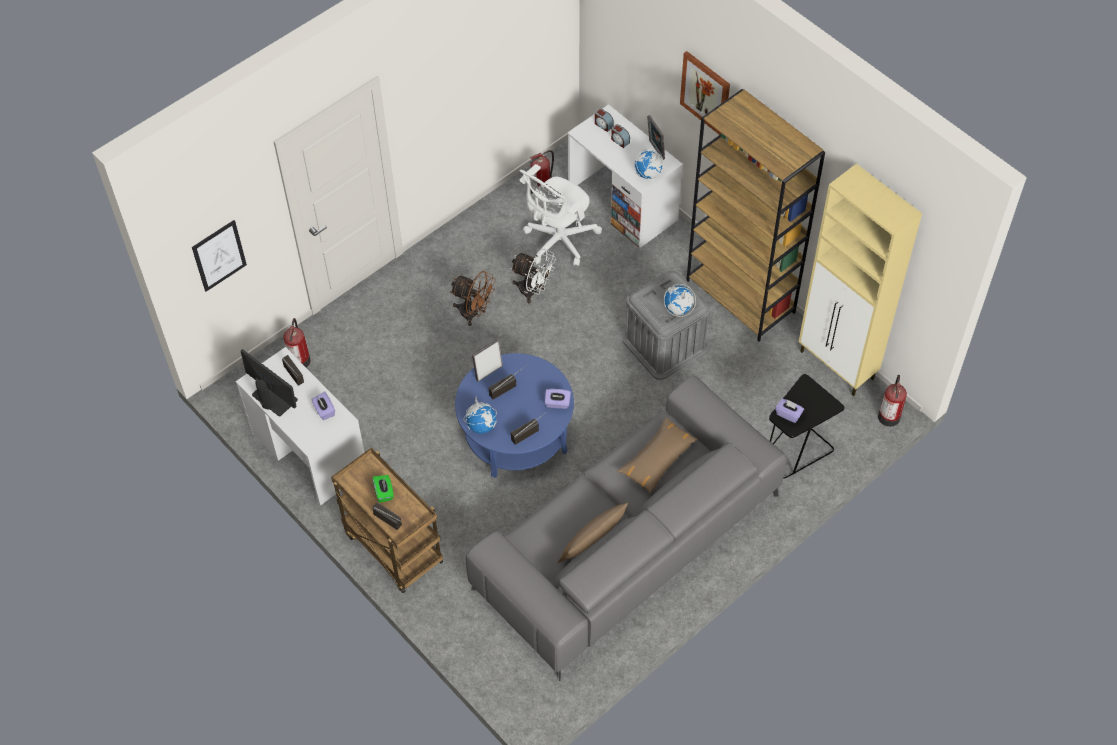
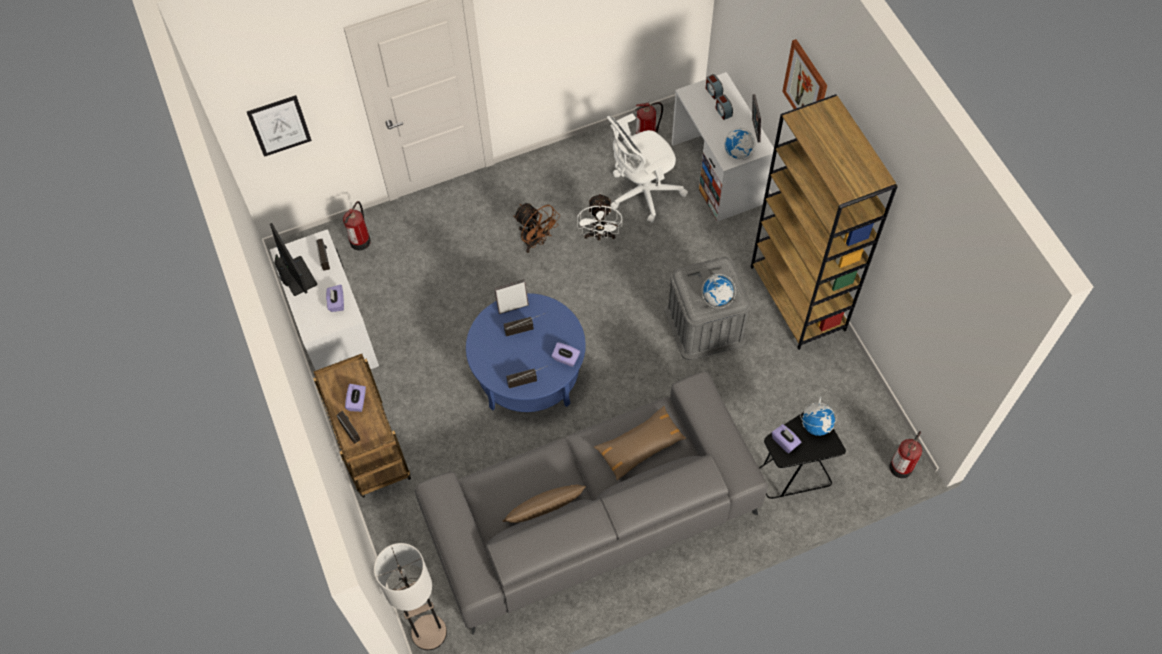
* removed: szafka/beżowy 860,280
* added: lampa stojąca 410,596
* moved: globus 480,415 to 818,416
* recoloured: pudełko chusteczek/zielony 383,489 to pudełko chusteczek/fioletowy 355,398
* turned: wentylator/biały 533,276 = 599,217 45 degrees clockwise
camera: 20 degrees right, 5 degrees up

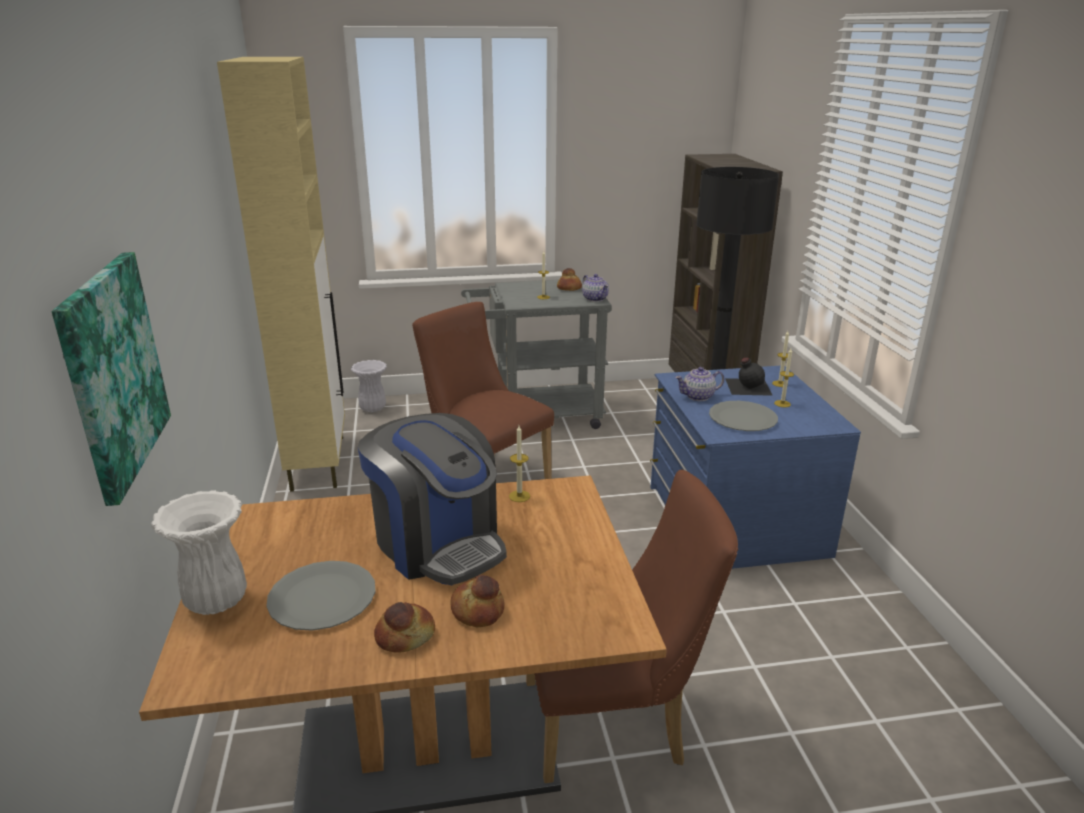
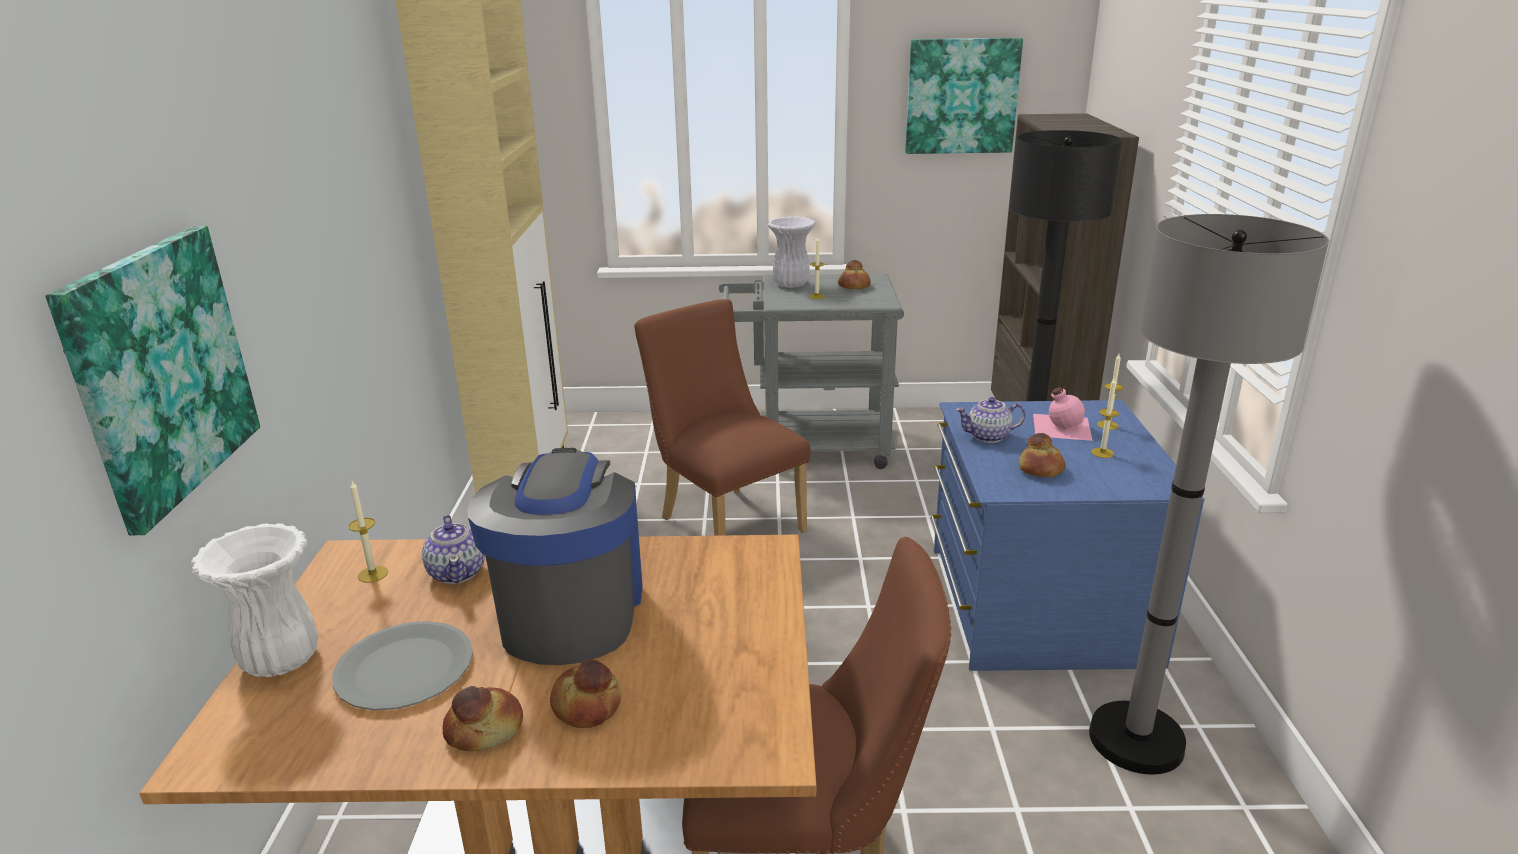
* added: obraz 964,96
* added: lampa stojąca/szary 1209,494
* moved: wazon/biały 369,386 to 791,252
* moved: świeca 519,464 to 368,532
* moved: imbryk 595,288 to 453,549
* replaced: talerz/szary 743,416 to chleb 1042,455
* recoloured: butelka/czarny 749,376 to butelka/różowy 1063,414
* turned: ekspres do kawy 432,499 = 555,556 150 degrees counterclockwise
camera: 10 degrees right, 0 degrees up

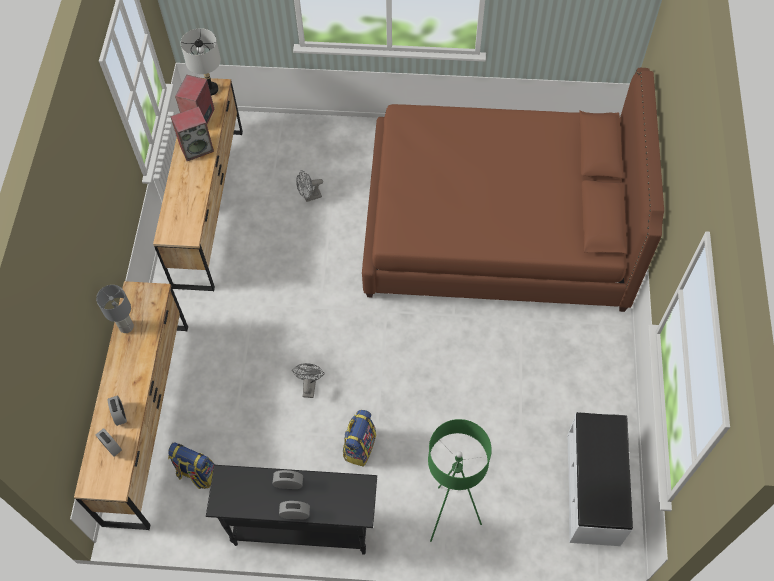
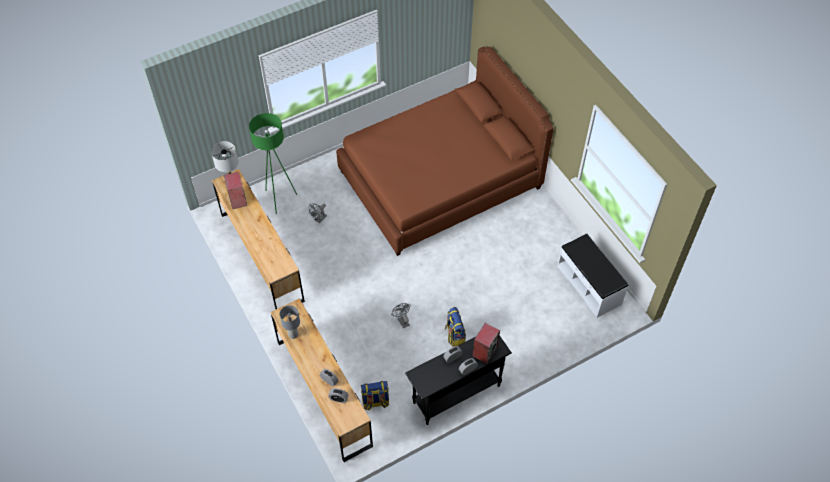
* moved: głośnik 192,133 to 486,343
* moved: lampa stojąca/zielony 460,480 to 273,163
camera: 35 degrees left, 5 degrees down

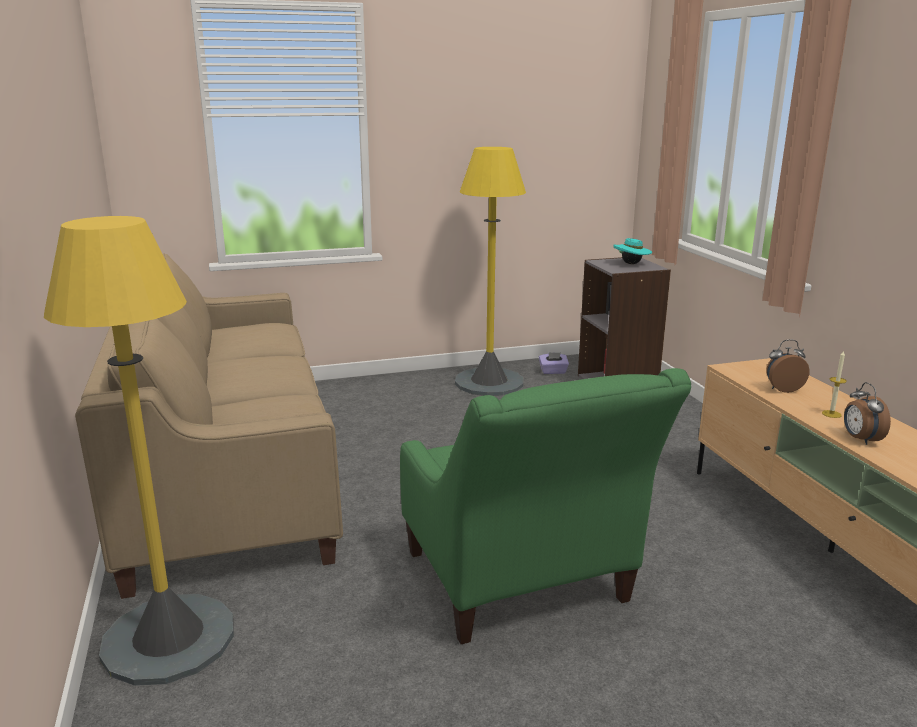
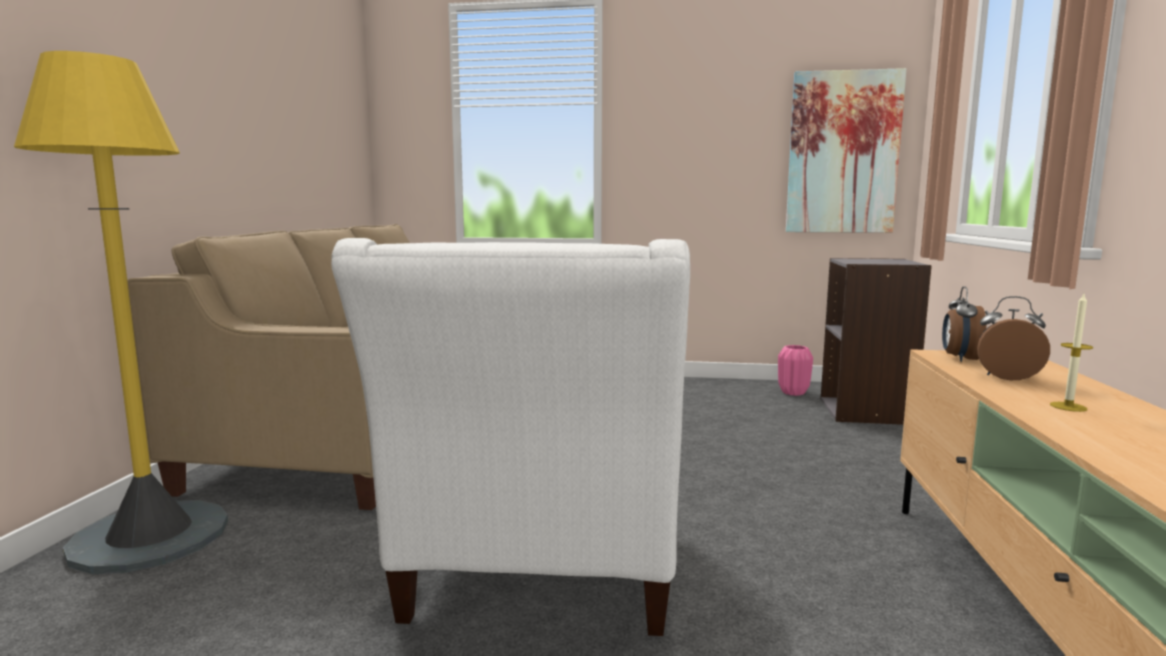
* removed: lampa stojąca/żółty 490,271
* removed: kapelusz/turkusowy 632,251
* added: obraz 846,150
* moved: budzik 867,413 to 964,324
* replaced: pudełko chusteczek/fioletowy 554,363 to wazon/różowy 795,370
* recoloured: fotel/zielony 545,506 to fotel/biały 510,437
camera: 25 degrees right, 10 degrees down

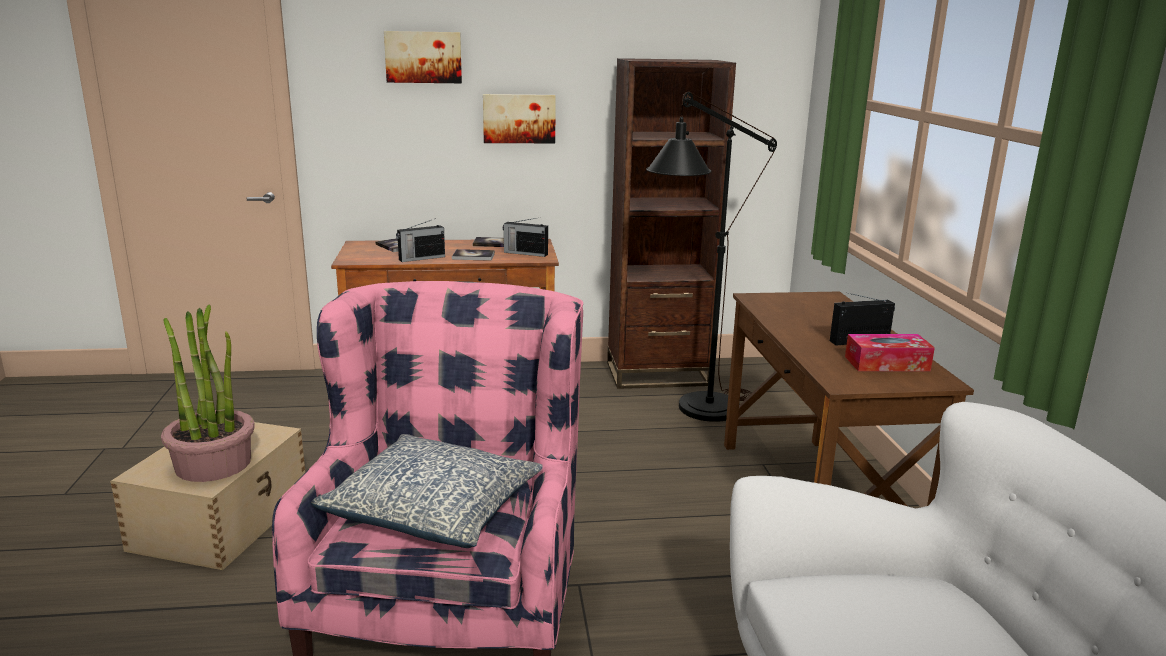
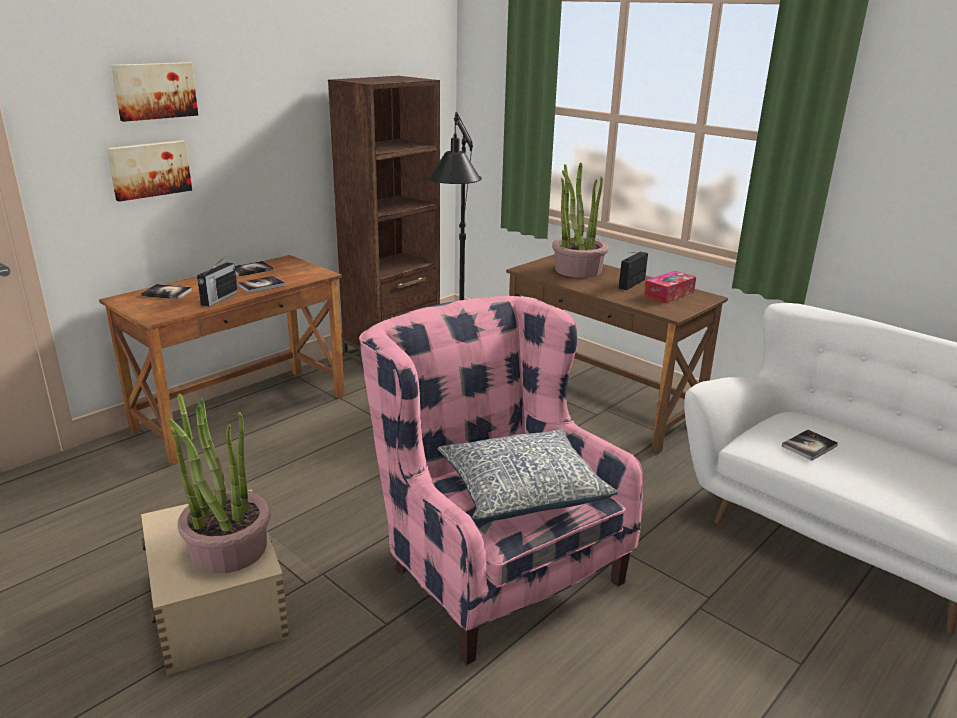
* removed: radio 525,237
* added: roślina doniczkowa 580,220
* added: książka 810,445
* moved: obraz 519,118 to 149,171
camera: 40 degrees left, 5 degrees up

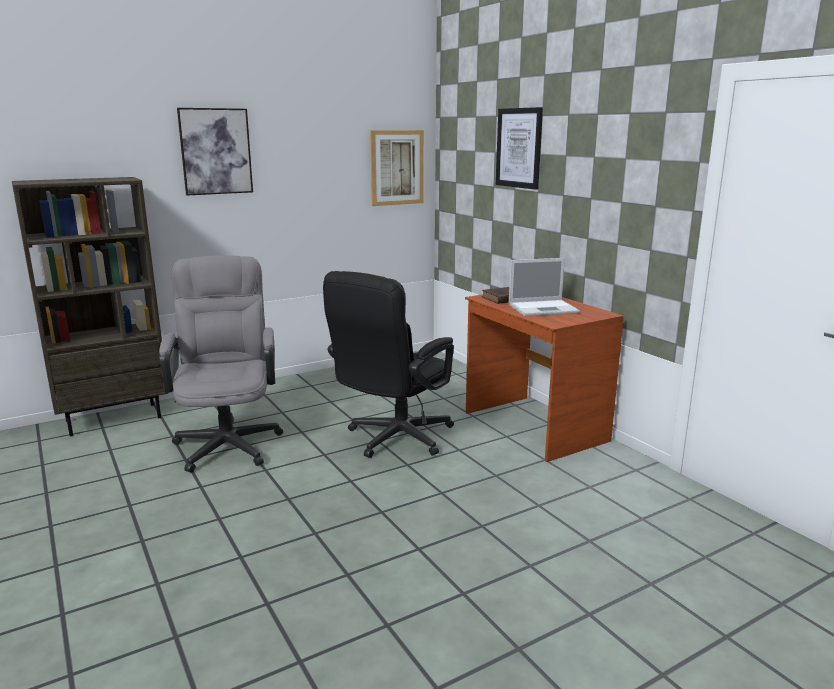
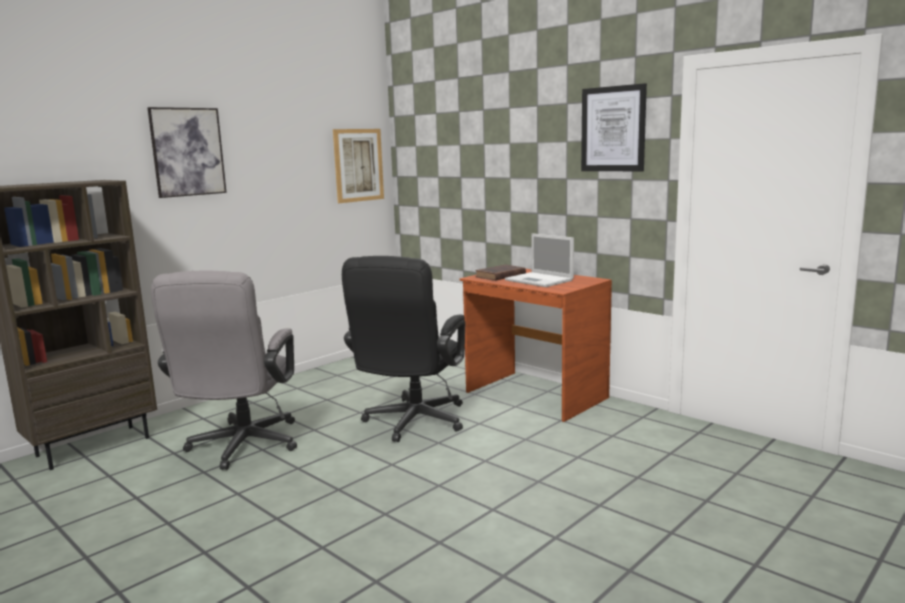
* moved: obraz 519,148 to 614,127
* turned: krzesło biurowe/szary 221,364 = 224,370 150 degrees counterclockwise
* turned: laptop 544,287 = 539,260 75 degrees clockwise
camera: 15 degrees left, 5 degrees down

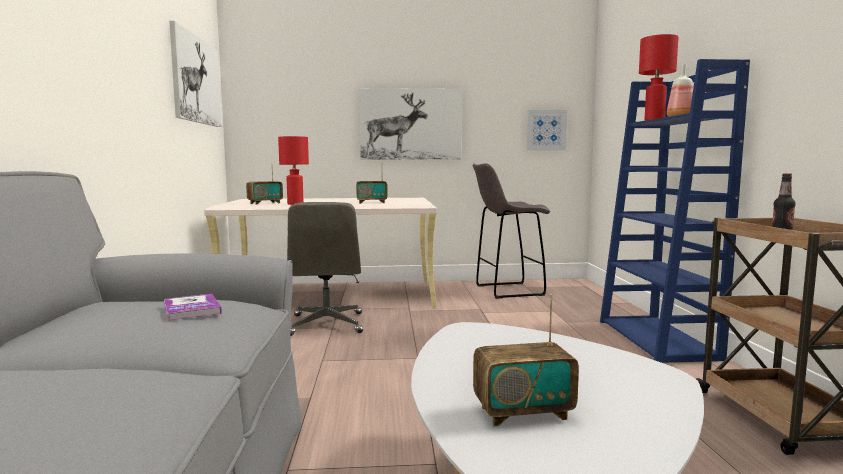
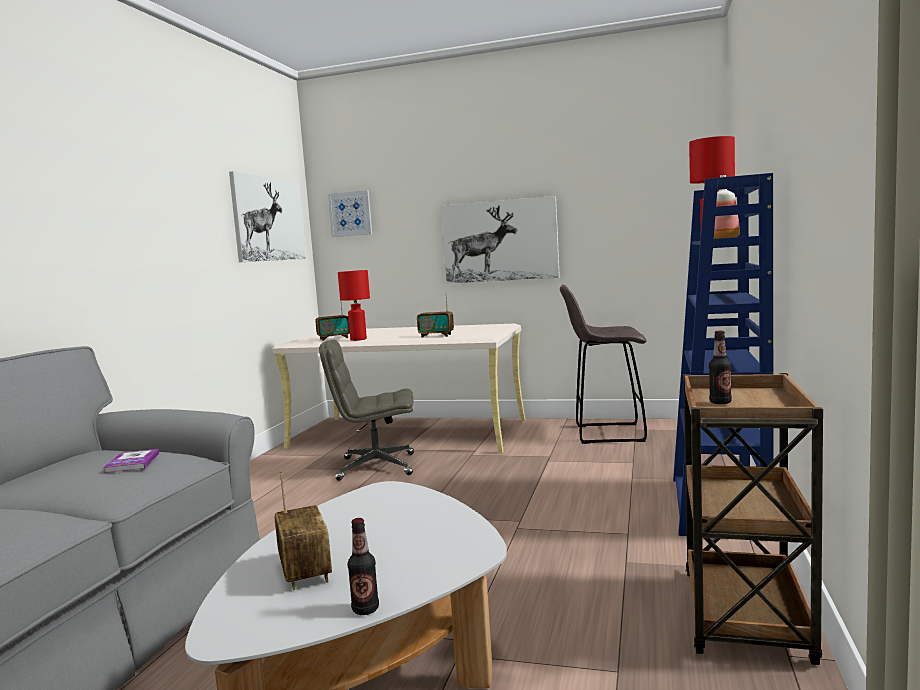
* added: butelka 363,566
* moved: obraz 547,130 to 350,213
* turned: krzesło biurowe/szary 325,269 = 366,410 75 degrees clockwise
* turned: radio 526,360 = 303,530 120 degrees counterclockwise
camera: 20 degrees right, 0 degrees up

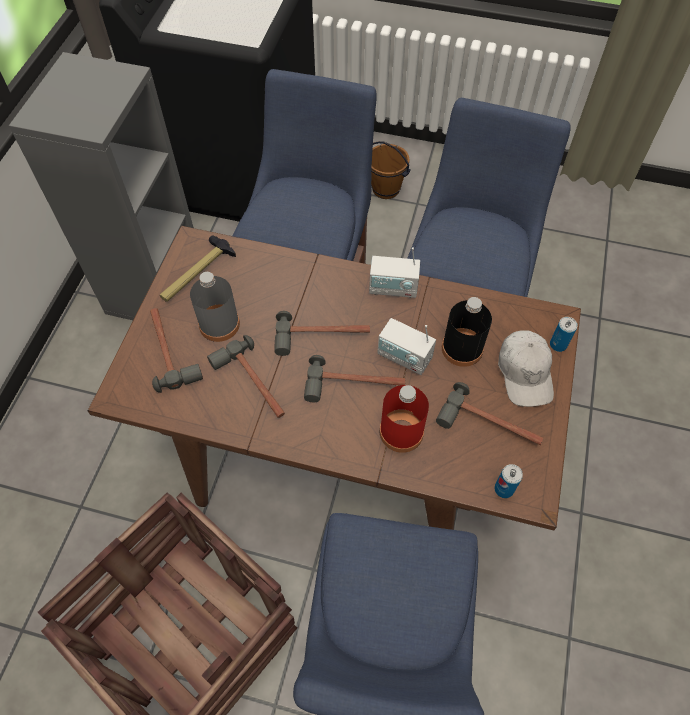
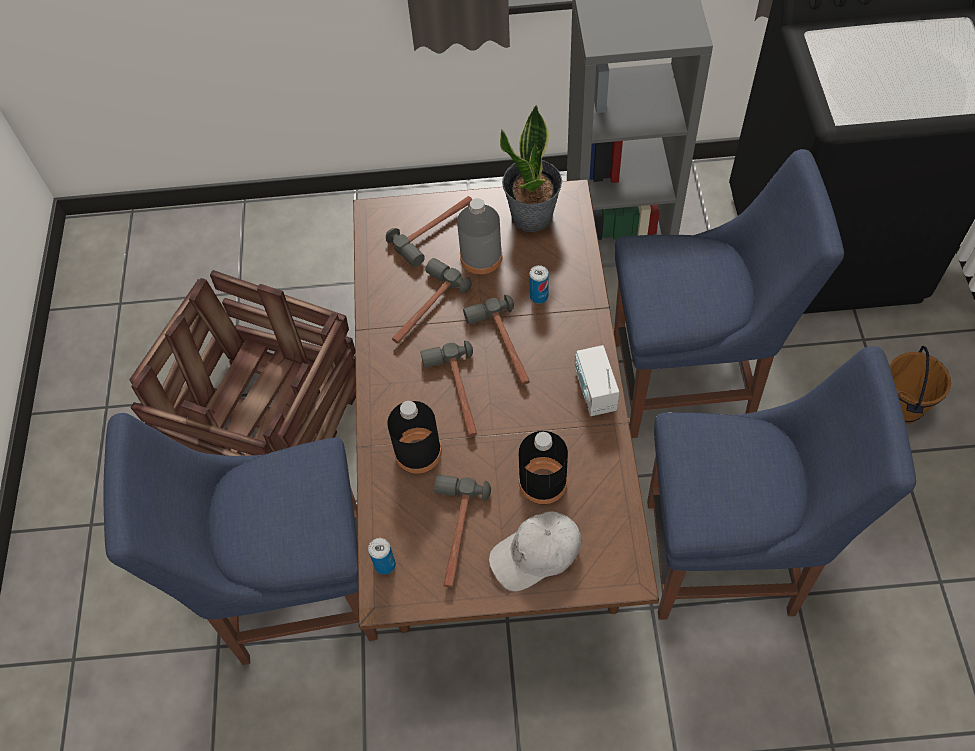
* removed: radio 406,346
* moved: puszka 563,334 to 539,284
* replaced: młotek 198,268 to roślina doniczkowa 531,168
* recoloured: butelka/czerwony 404,419 to butelka/czarny 414,437
camera: 75 degrees right, 0 degrees up

